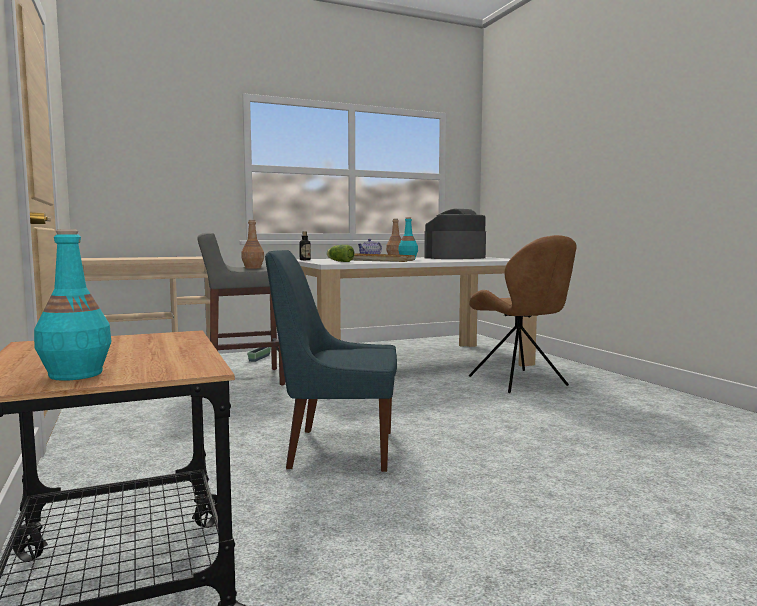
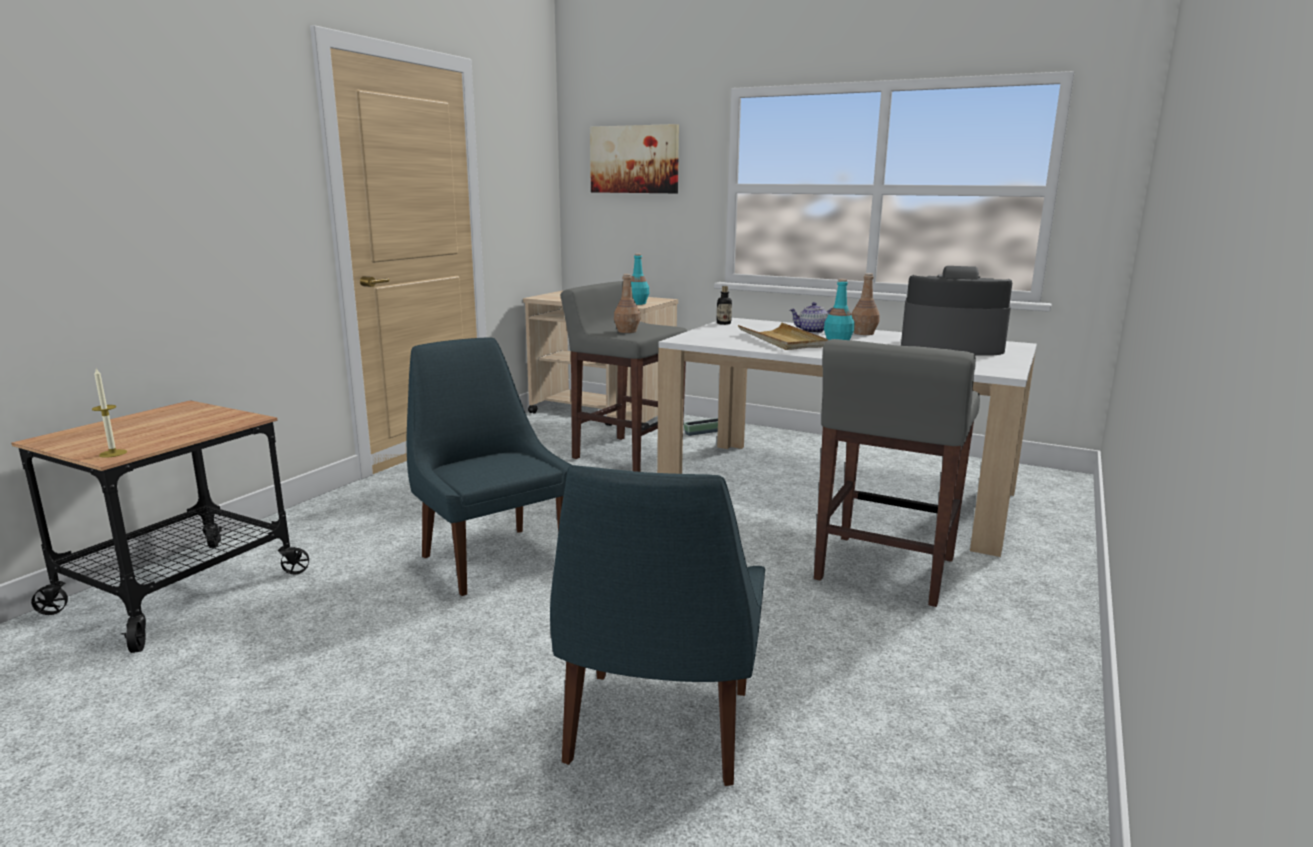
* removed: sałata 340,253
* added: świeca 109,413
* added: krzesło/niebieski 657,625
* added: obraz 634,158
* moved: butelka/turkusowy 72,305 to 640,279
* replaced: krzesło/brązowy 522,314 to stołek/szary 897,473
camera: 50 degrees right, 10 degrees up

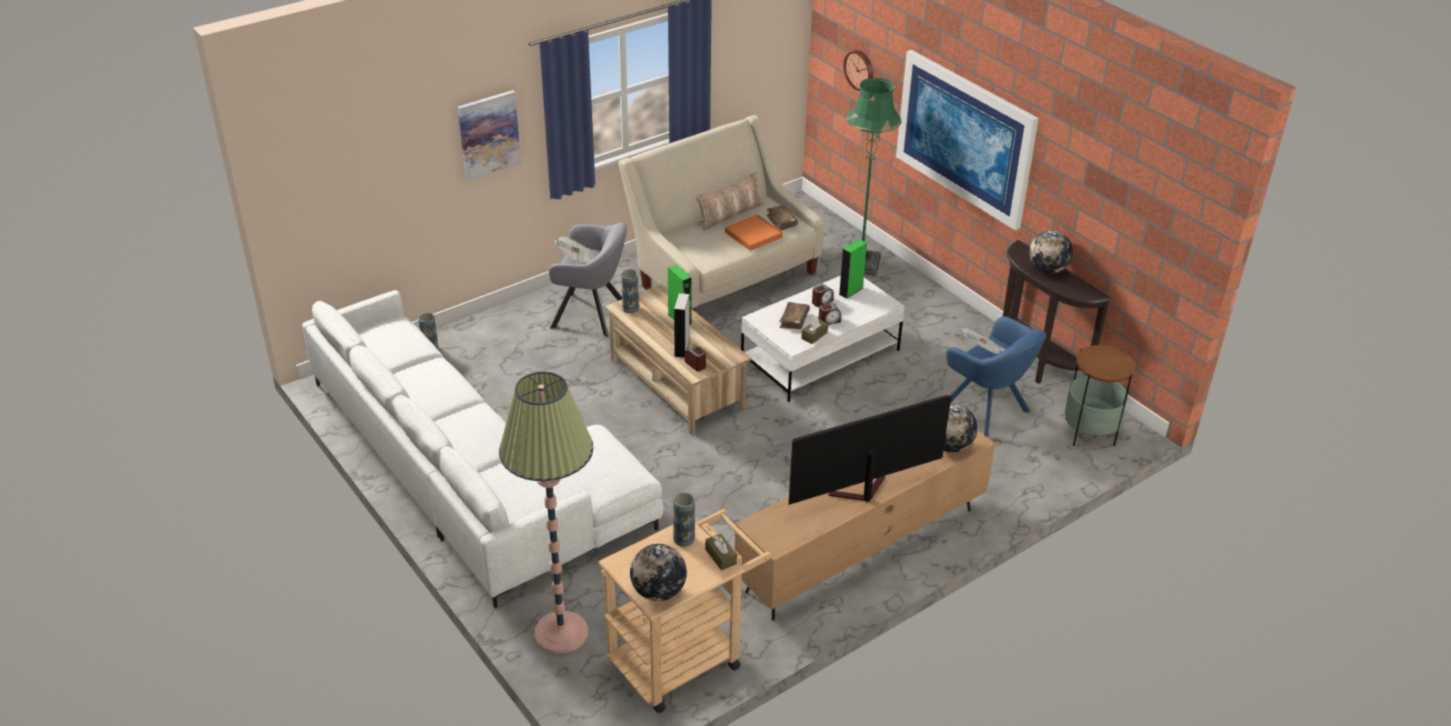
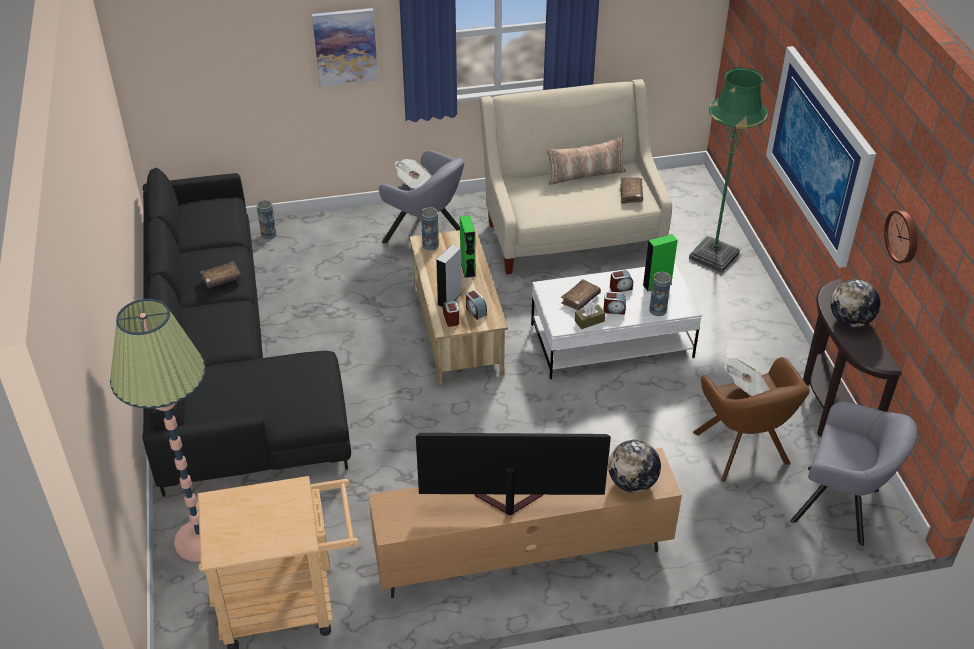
* removed: globus 658,572
* removed: pudełko chusteczek/brązowy 721,551
* removed: taca/pomarańczowy 754,232
* added: książka/brązowy 220,275
* added: budzik 476,305
* moved: wazon 684,519 to 660,294
* moved: zegar ścienny 858,70 to 900,237
* replaced: stolik 1100,395 to fotel/szary 854,474
* recoloured: kanapa/biały 482,449 to kanapa/czarny 247,332
* recoloured: fotel/niebieski 996,377 to fotel/brązowy 751,419
camera: 25 degrees right, 5 degrees up

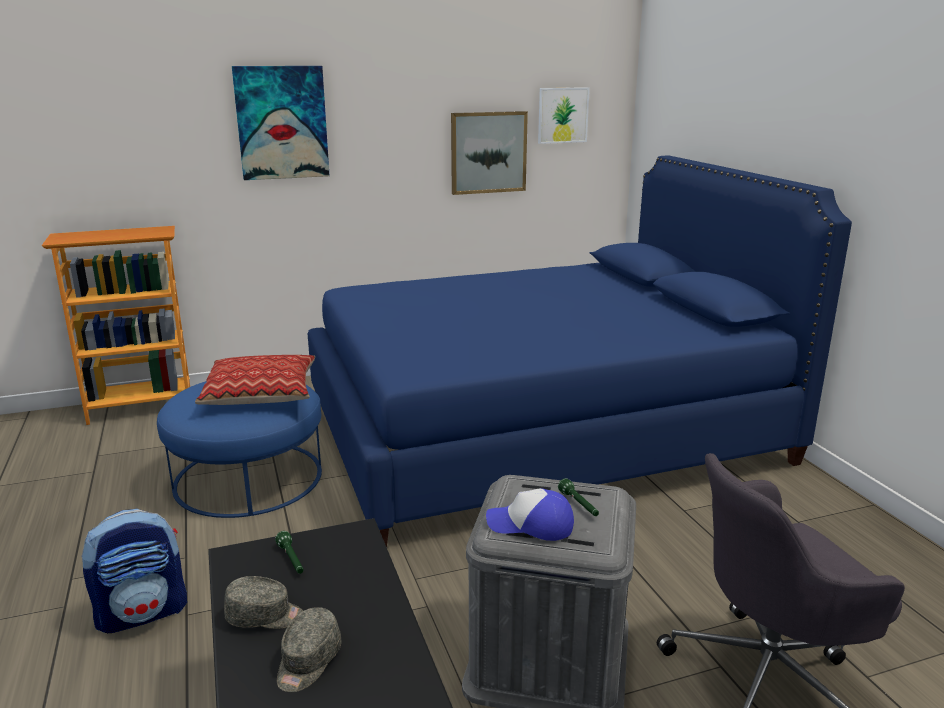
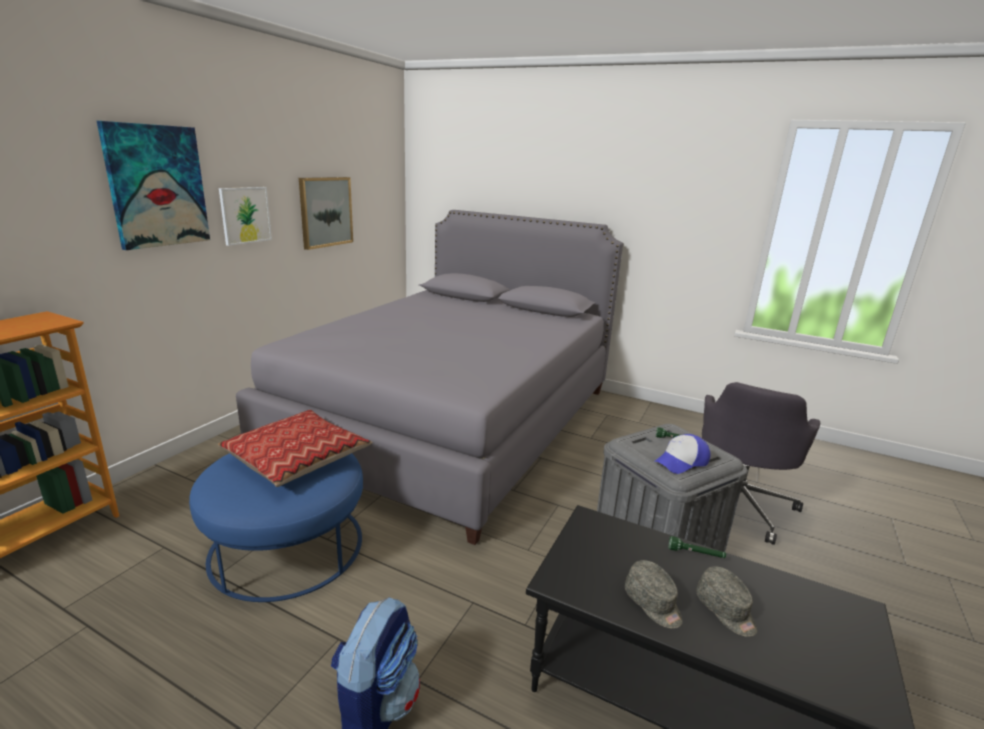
* moved: latarka/zielony 289,552 to 697,547
* moved: obraz 564,115 to 245,216
* recoloured: łóżko/niebieski 580,351 to łóżko/szary 429,377
* turned: czapka z daszkiem/szary 263,602 = 654,594 105 degrees clockwise
camera: 45 degrees left, 0 degrees up

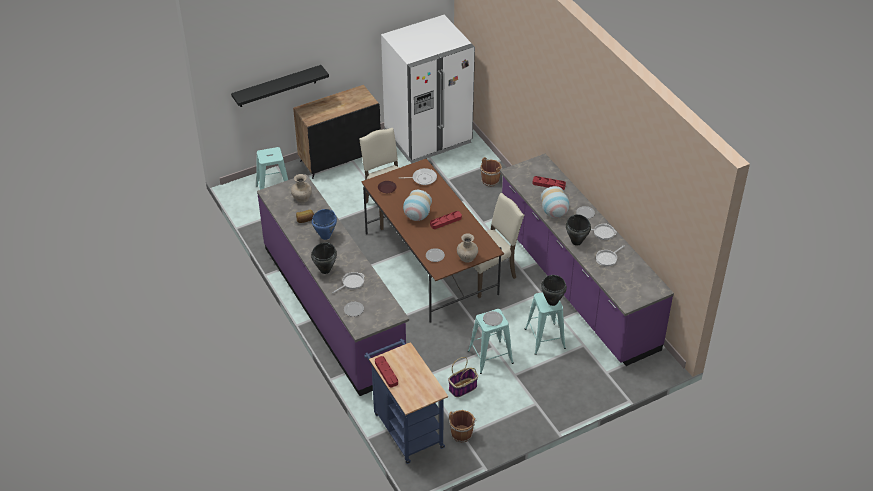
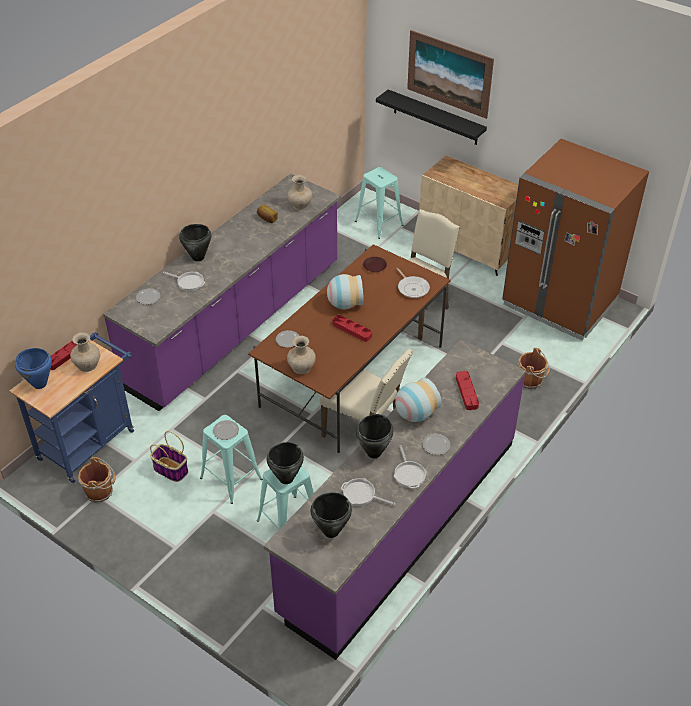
* added: wazon/beżowy 85,352
* added: garnek/czarny 331,515
* added: obraz 450,74
* moved: garnek/niebieski 324,224 to 33,368
* recoloured: szafka/czarny 337,132 to szafka/beżowy 468,215
* recoloured: lodówka/biały 428,89 to lodówka/brązowy 575,240
camera: 65 degrees right, 0 degrees up

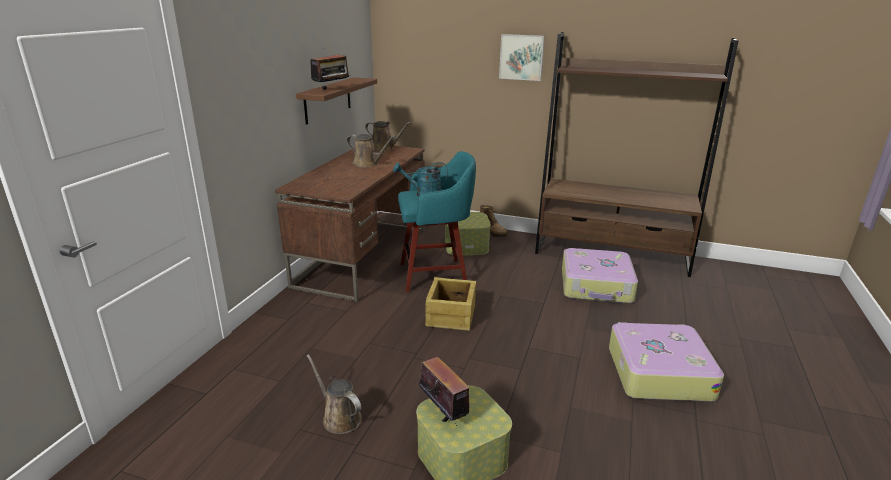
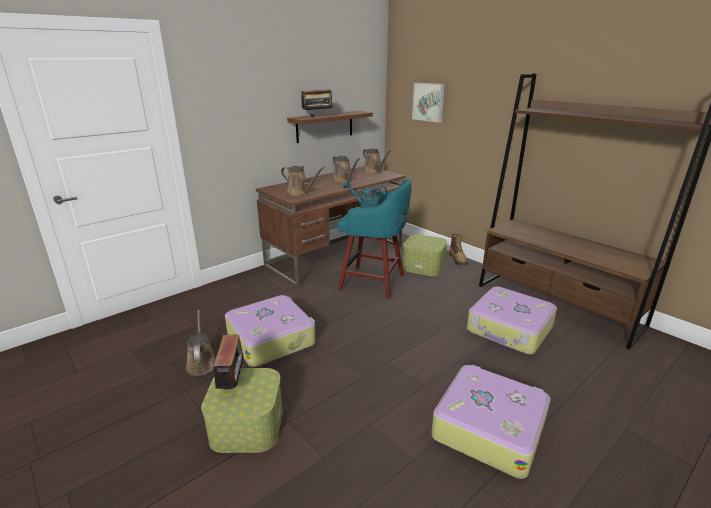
* removed: skrzynka 450,304
* added: walizka 270,331
* added: konewka/brązowy 303,181
* moved: obraz 522,57 to 428,103
camera: 30 degrees right, 0 degrees up

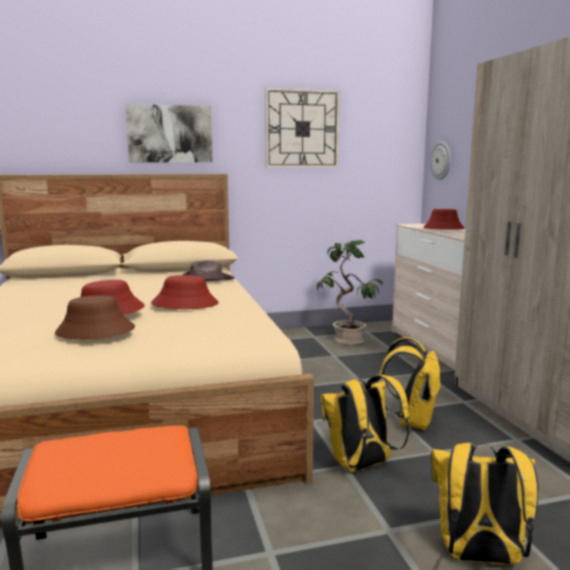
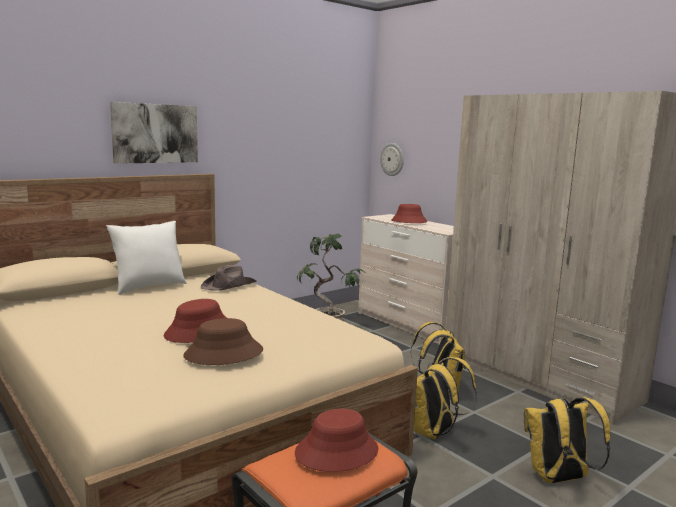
* removed: zegar ścienny 302,127
* added: poduszka/biały 146,258
* moved: kapelusz/czerwony 184,292 to 336,440
camera: 25 degrees left, 0 degrees up

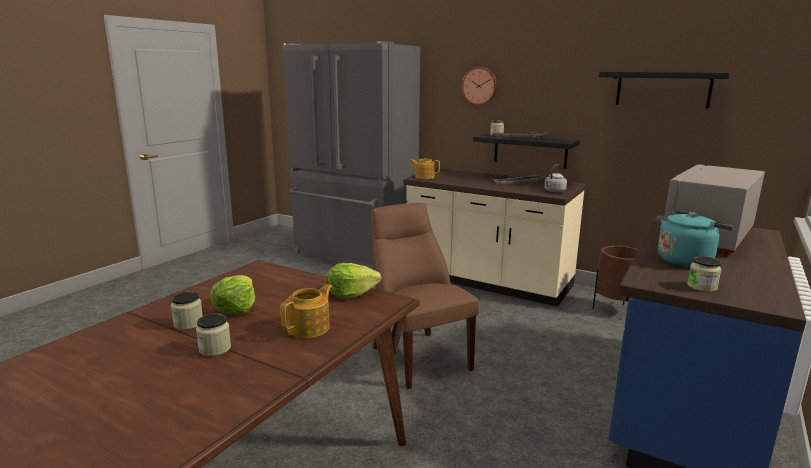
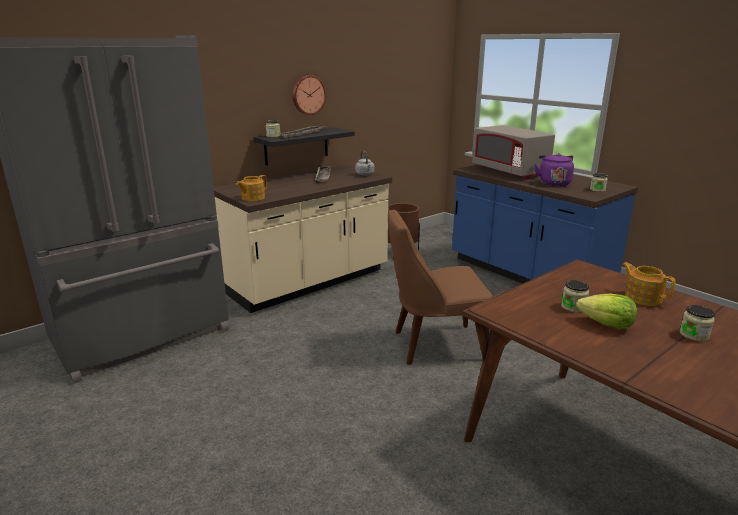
* removed: sałata 354,281
* removed: półka/czarny 664,90
* moved: słoik 187,310 to 575,296
* moved: zegar ścienny 479,86 to 309,95
* recoloured: czajnik/turkusowy 696,238 to czajnik/fioletowy 554,169
camera: 70 degrees left, 5 degrees up

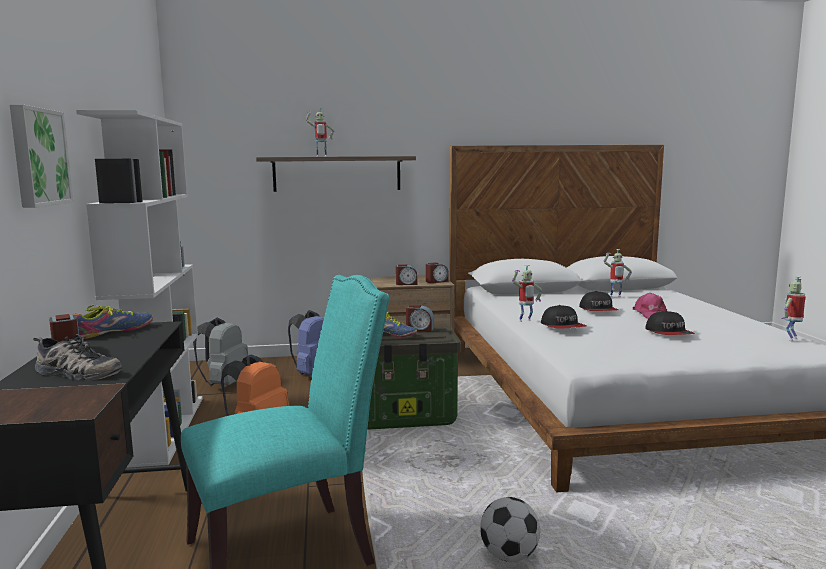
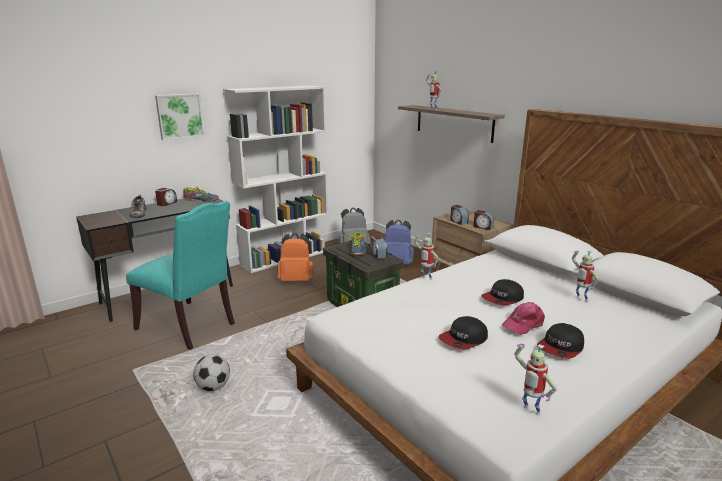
* moved: czapka z daszkiem 563,317 to 560,341
* turned: robot zabawkowy 793,308 = 535,379 150 degrees counterclockwise
camera: 60 degrees right, 10 degrees up

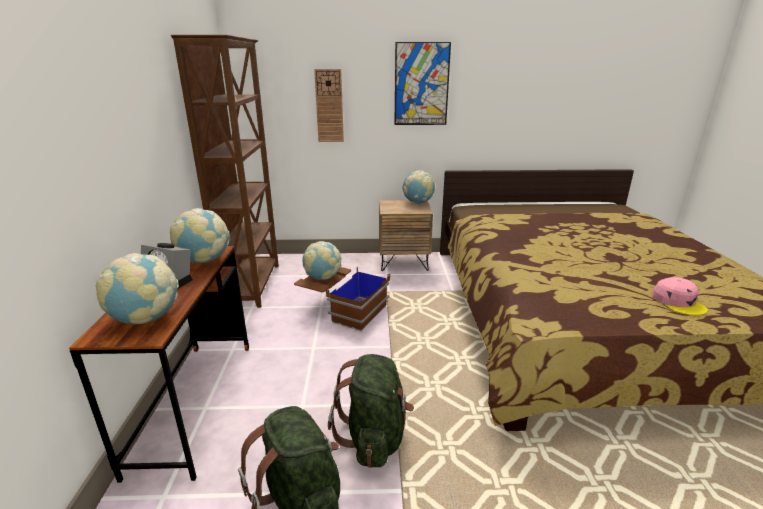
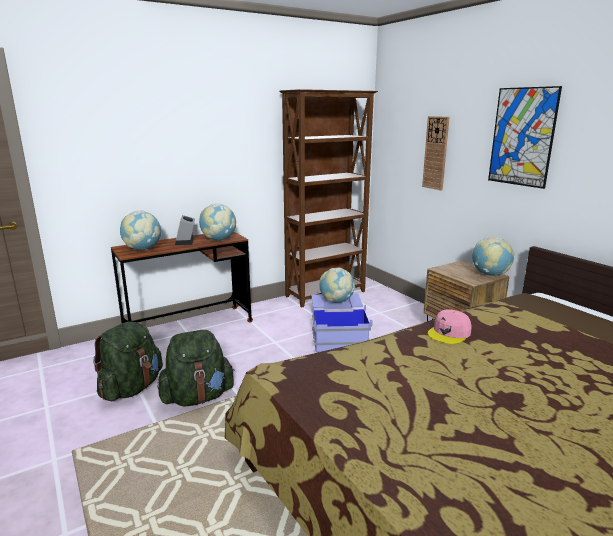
* moved: czapka z daszkiem/różowy 680,296 to 450,326
* recoloured: pojemnik do przechowywania/brązowy 342,299 to pojemnik do przechowywania/niebieski 342,323
camera: 60 degrees right, 5 degrees down

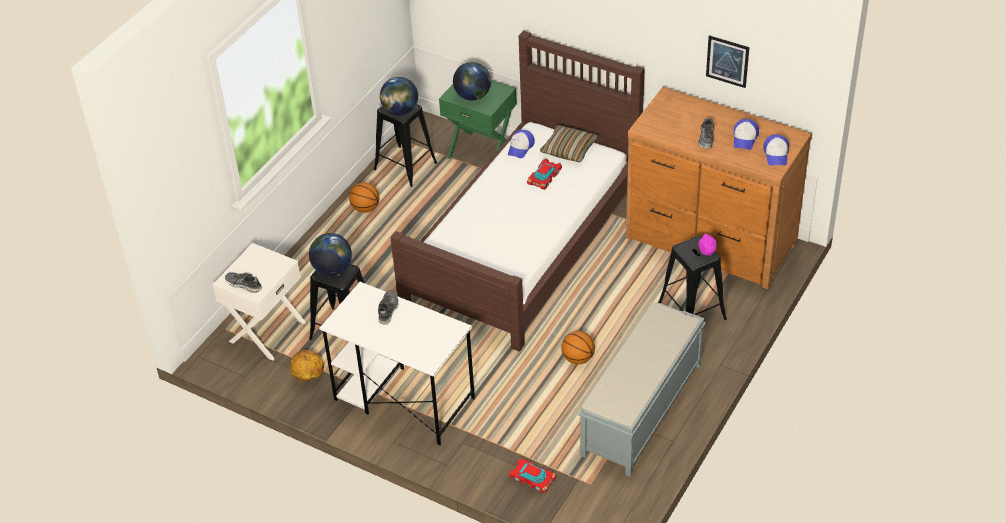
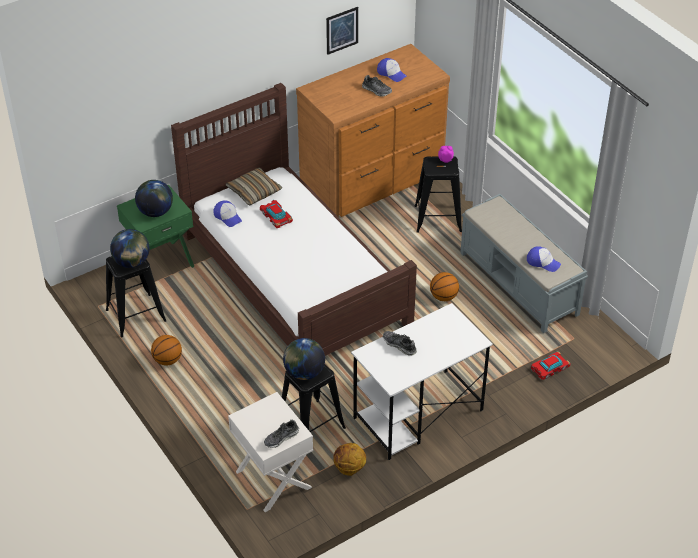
* moved: czapka z daszkiem 776,150 to 544,259
camera: 65 degrees left, 0 degrees up

